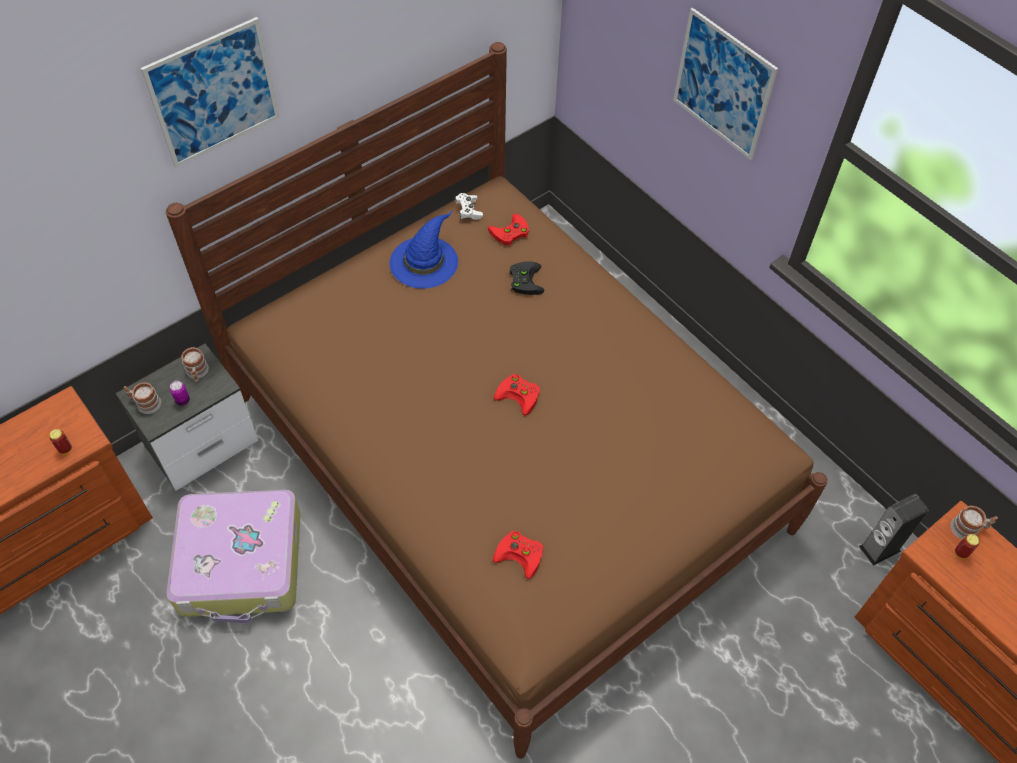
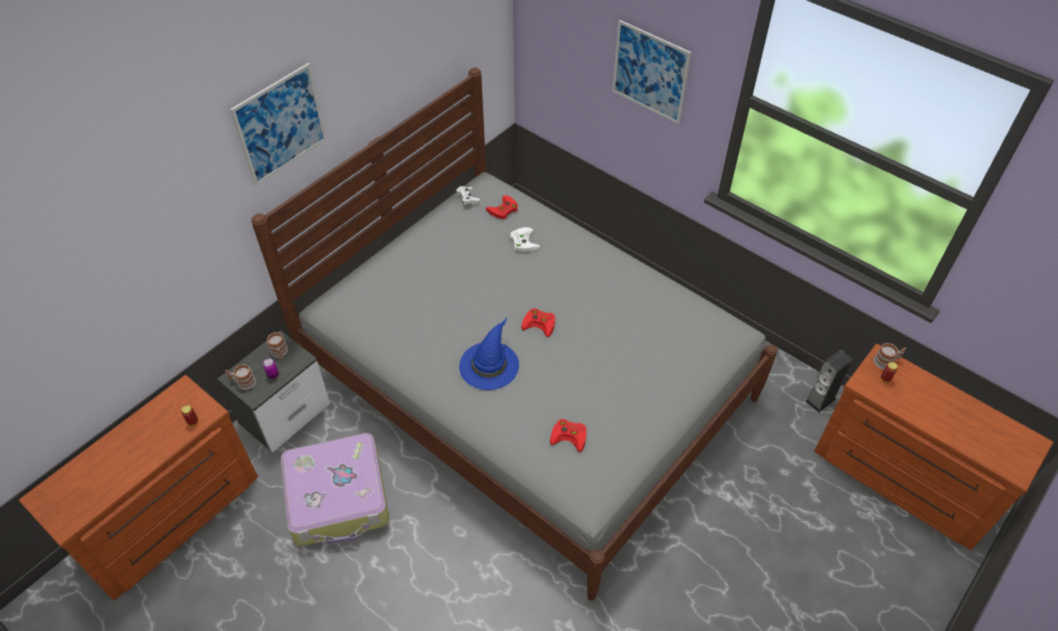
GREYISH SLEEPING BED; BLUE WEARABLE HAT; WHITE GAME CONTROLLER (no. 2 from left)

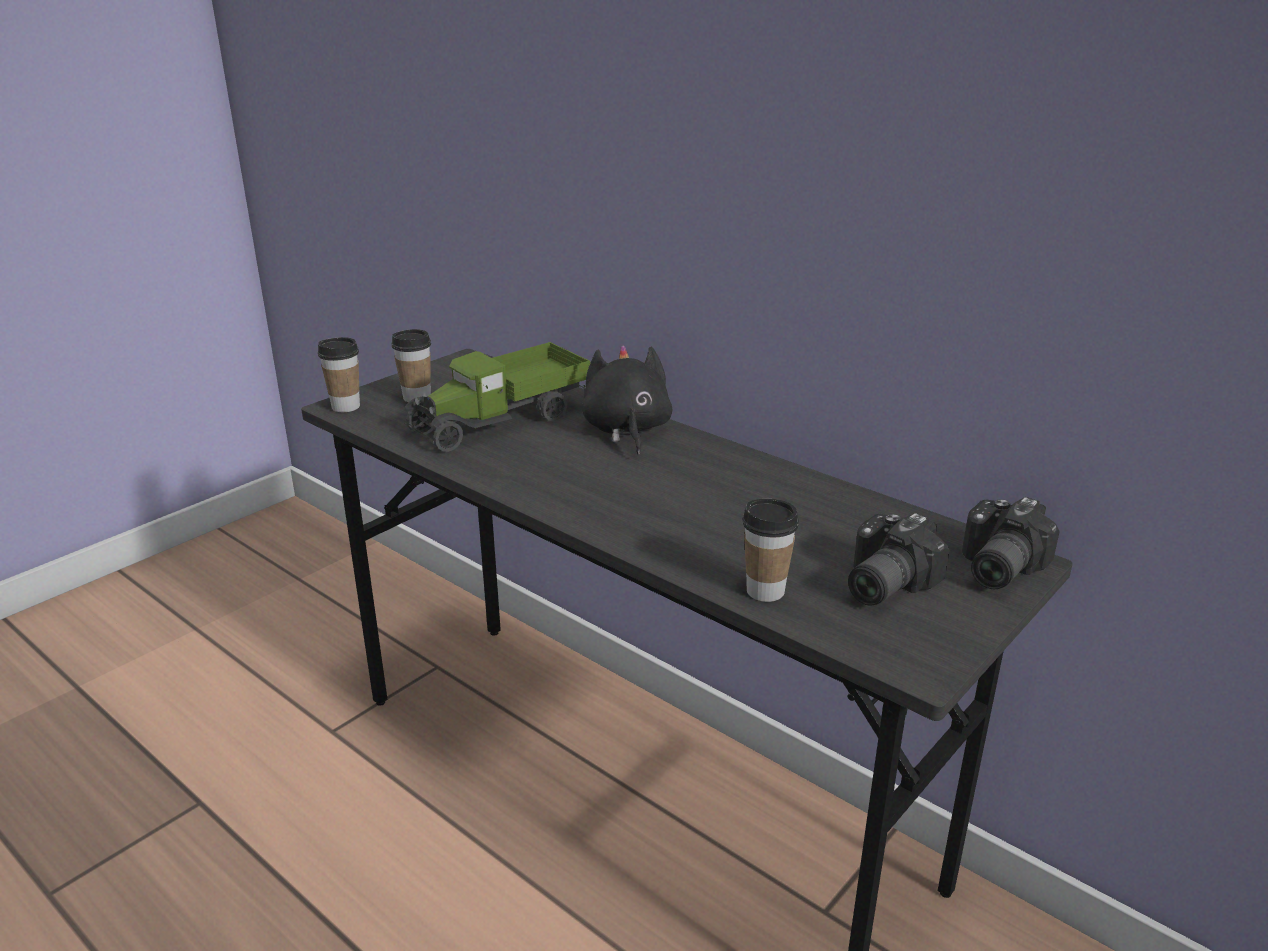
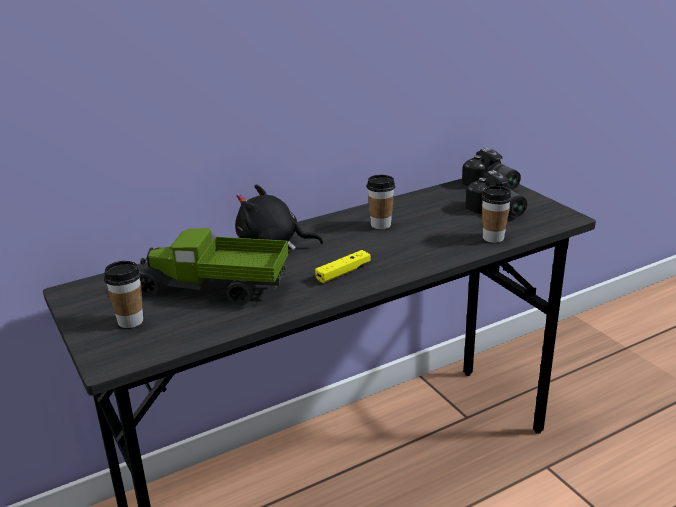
MODEL TRUCK; YELLOW GAME CONTROLLER; SMALL CUP (no. 2 from left)

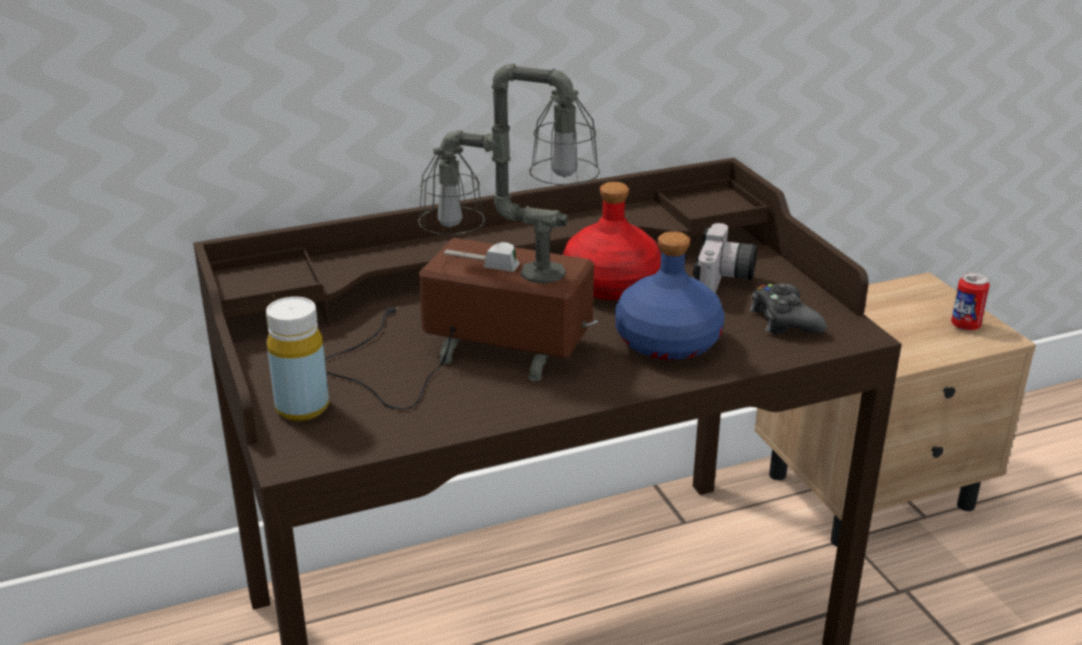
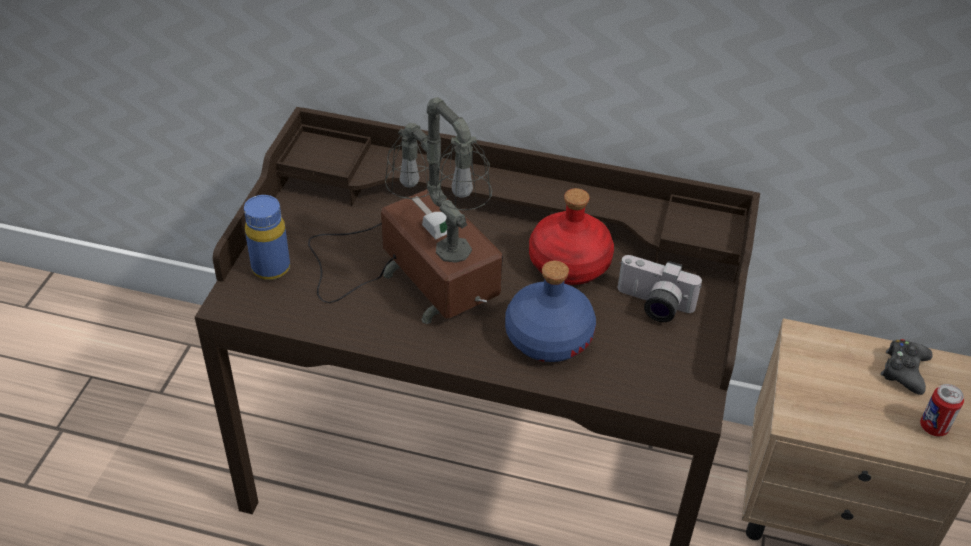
BLUE BEVERAGE BOTTLE (no. 1 from left); PHOTO CAMERA; BLACK GAME CONTROLLER

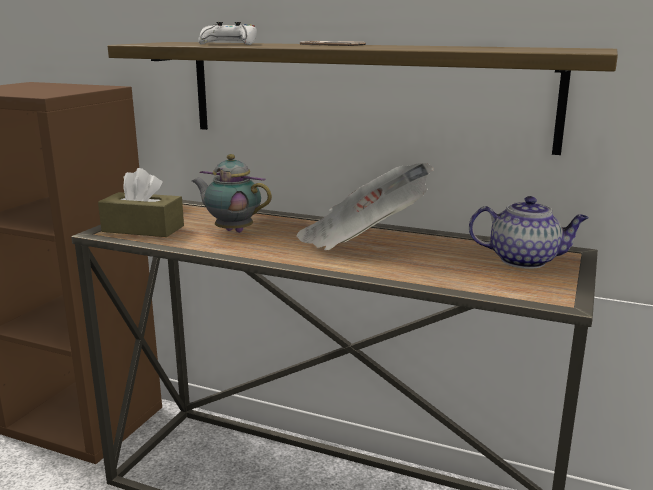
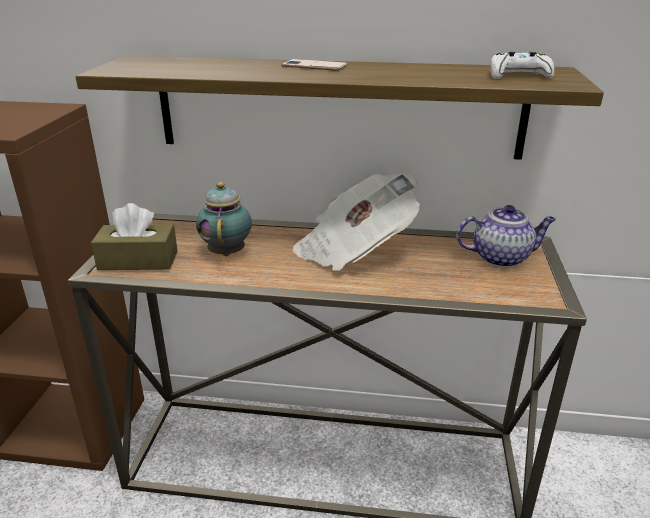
TEA POT (no. 1 from left); WHITE GAME CONTROLLER

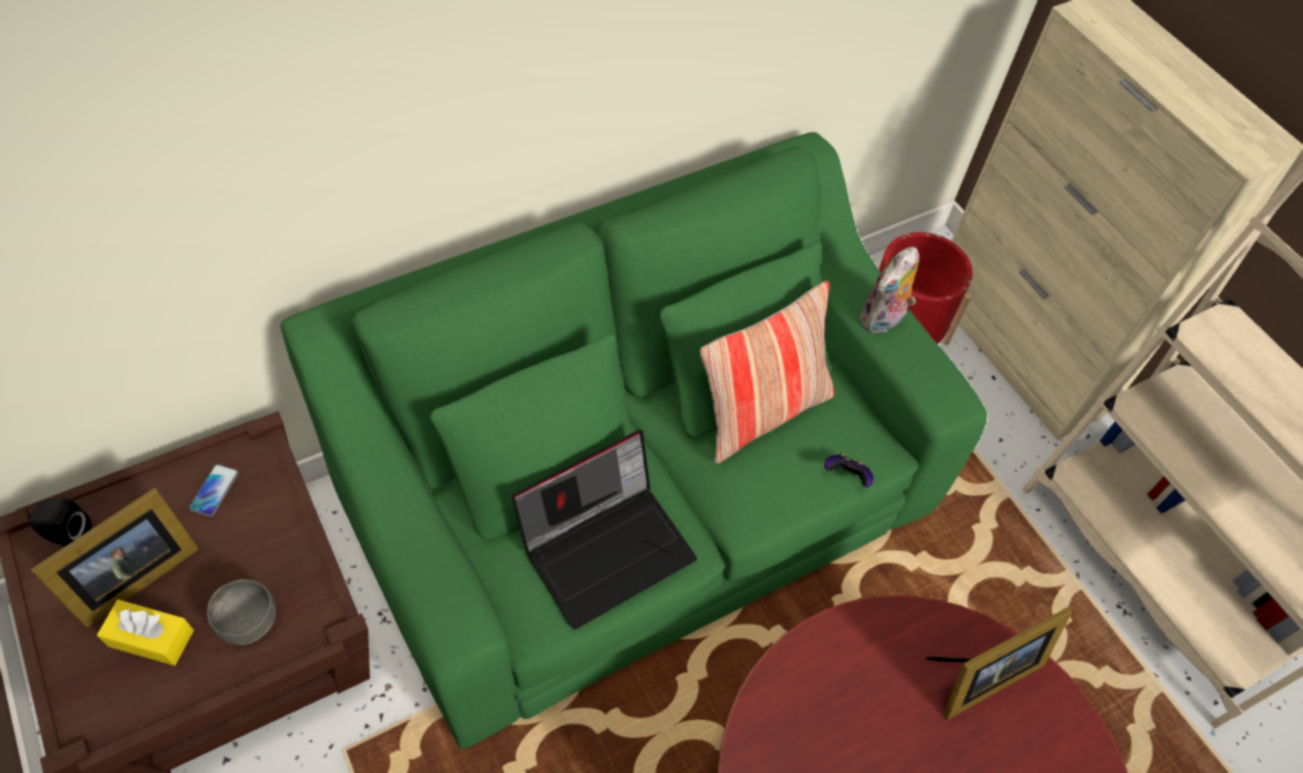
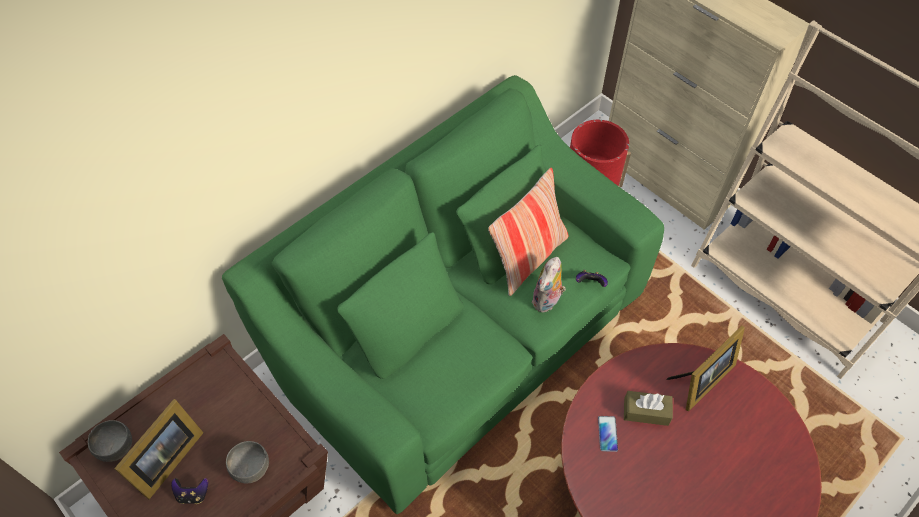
GREYISH BOWL (no. 1 from left); GAME CONTROLLER (no. 1 from left); PLUSH TOY; HANDSET; BROWNISH TISSUE HOLDER; LAPTOP

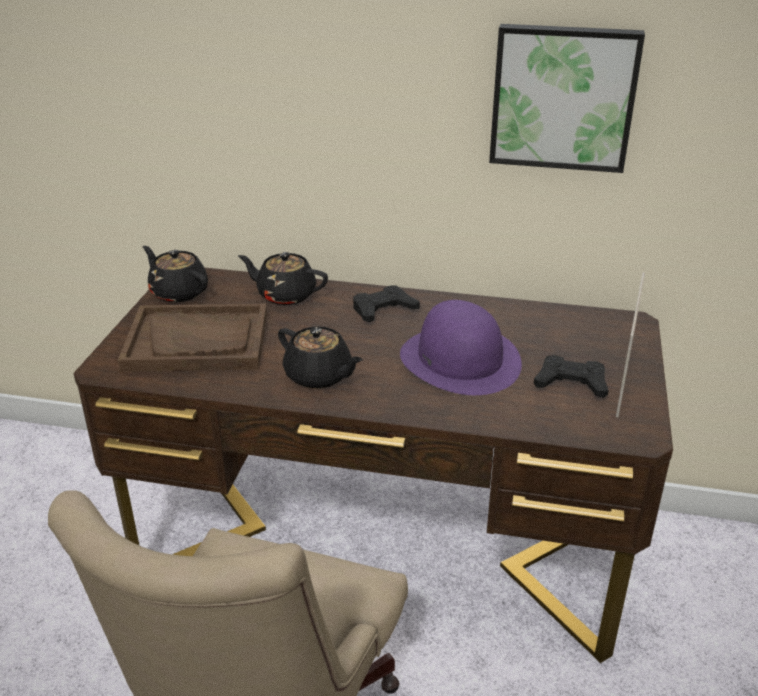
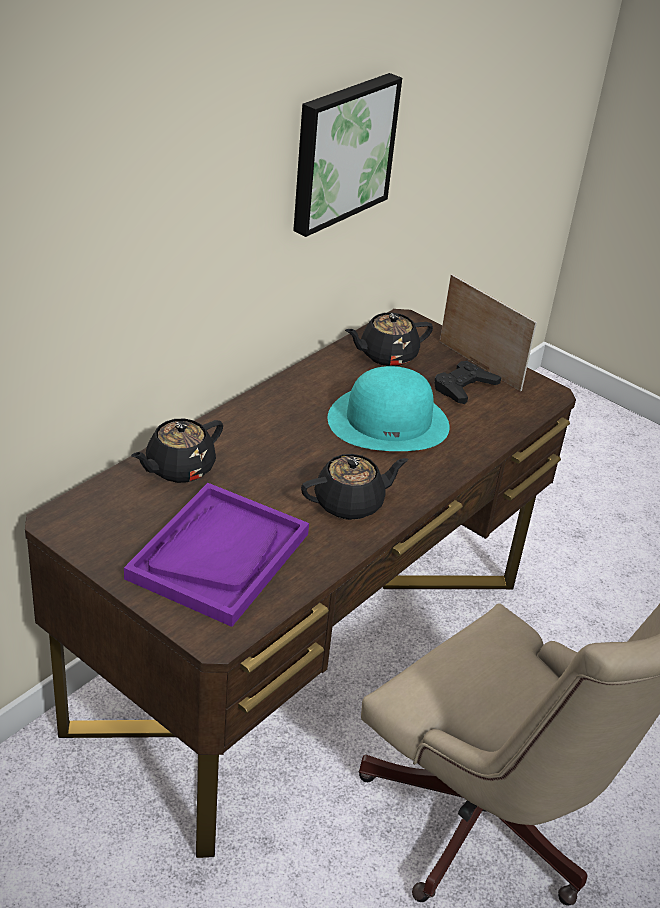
PURPLE-COLOURED SERVING TRAY; TURQUOISE-COLOURED WEARABLE HAT; BLACK TEA POT (no. 3 from left); BLACK GAME CONTROLLER (no. 1 from left in the first image)

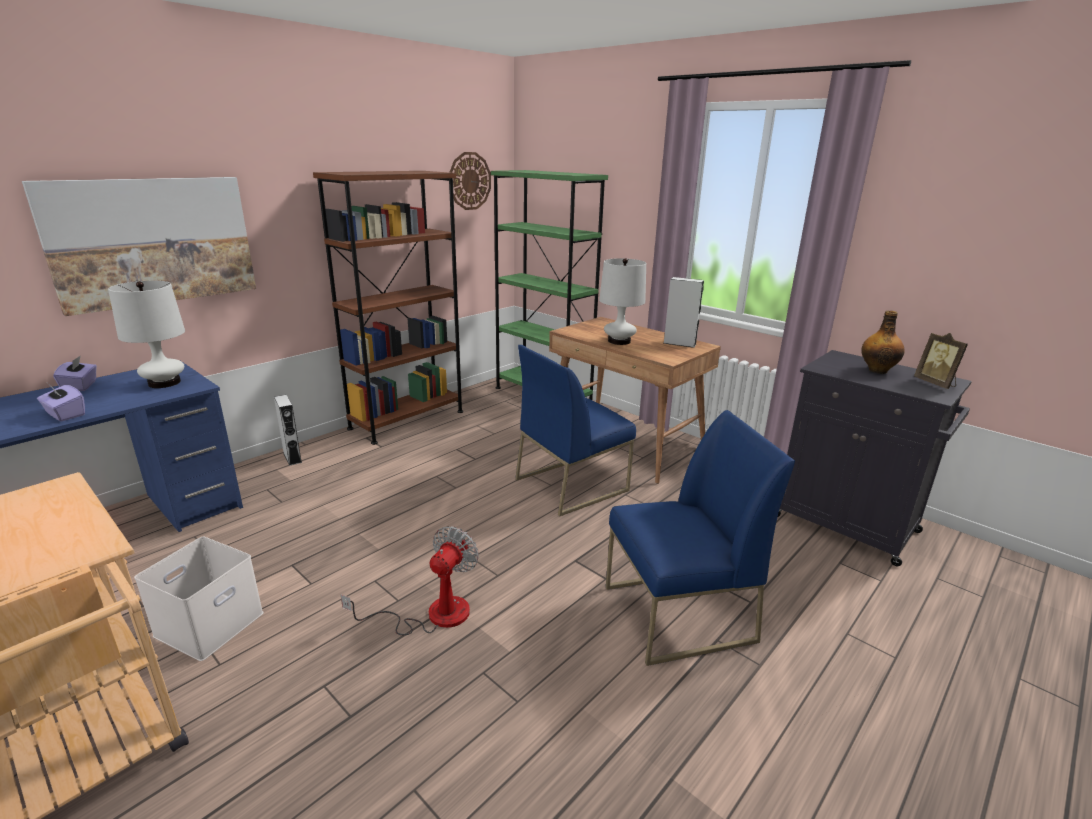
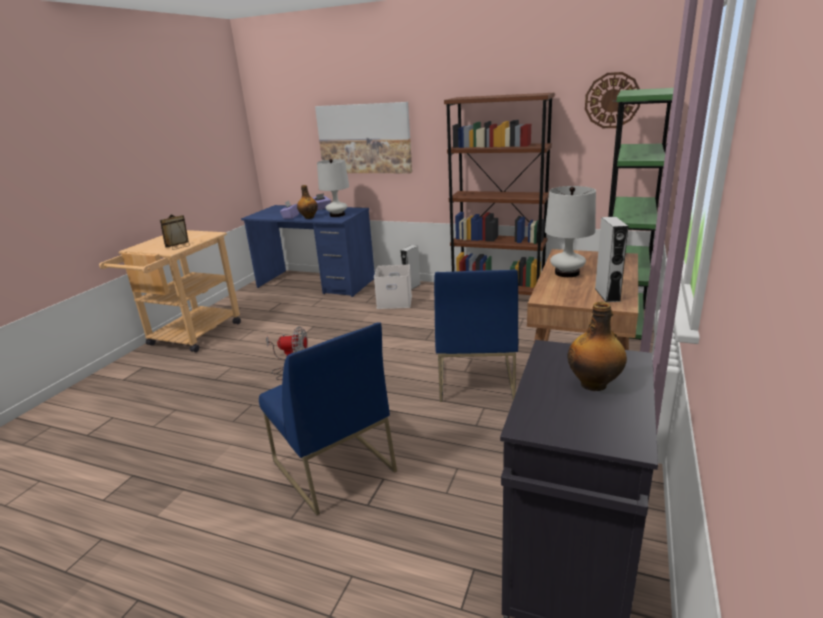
PHOTO FRAME; BEVERAGE BOTTLE (no. 1 from left); WHITE STORAGE BIN; BLUE PLAIN CHAIR (no. 2 from left)

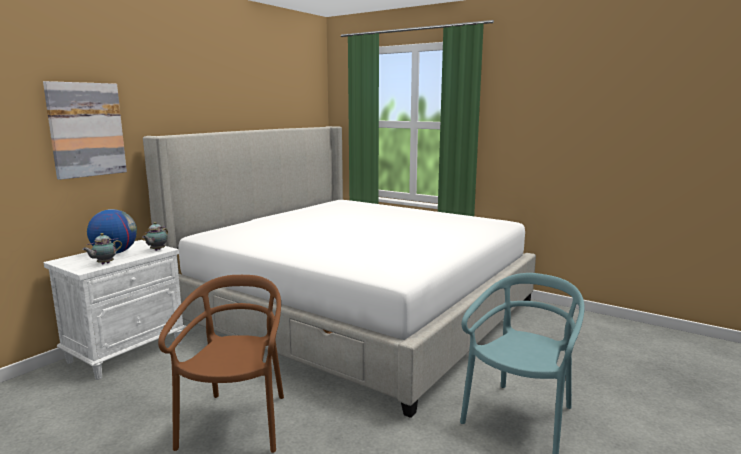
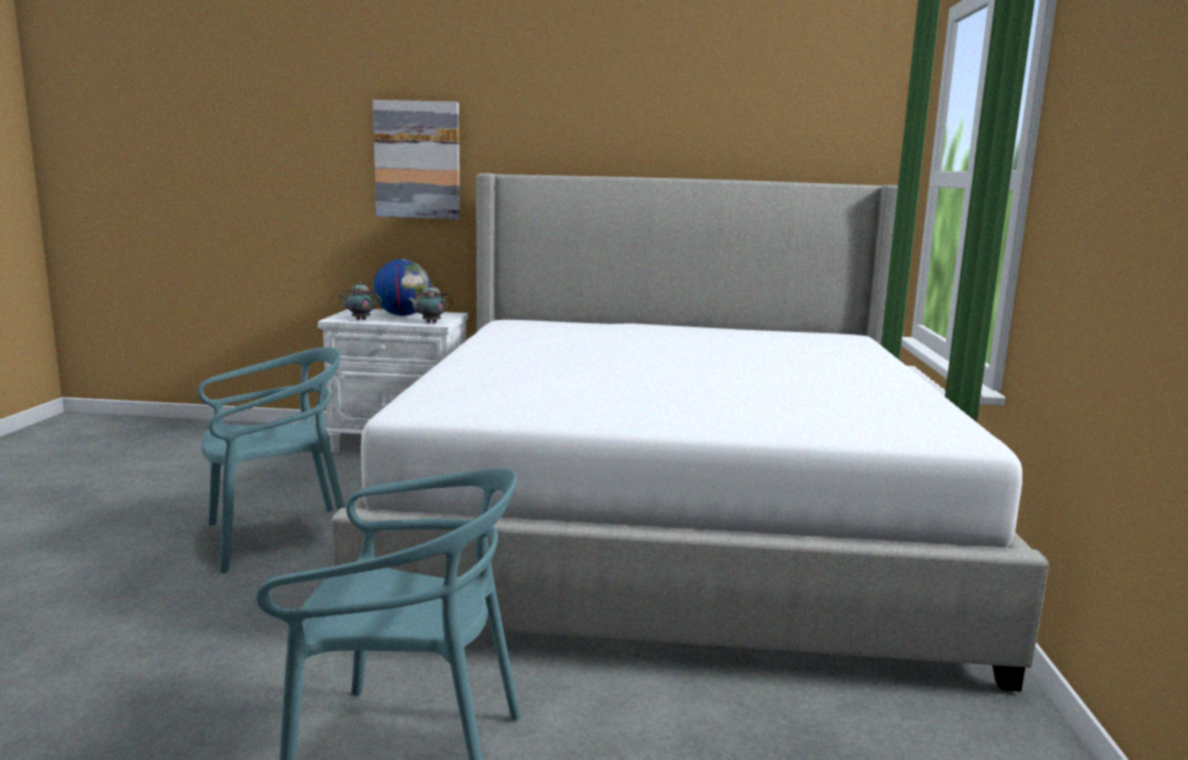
TURQUOISE-COLOURED PLAIN CHAIR (no. 1 from left)

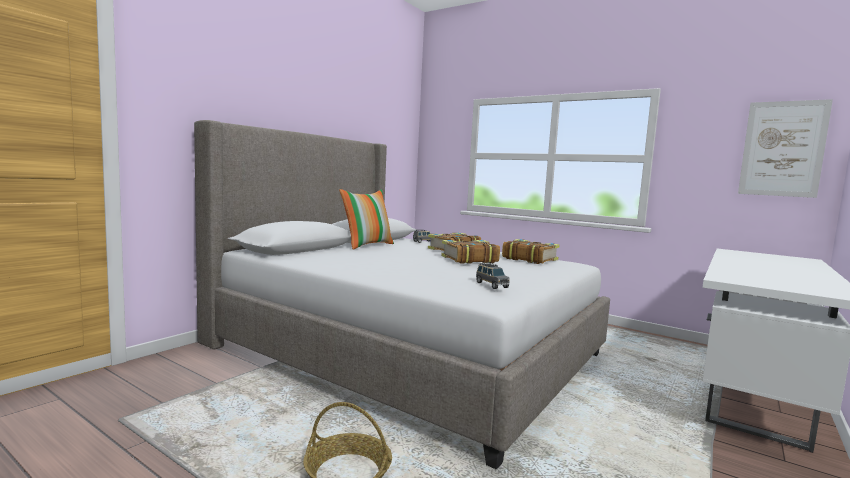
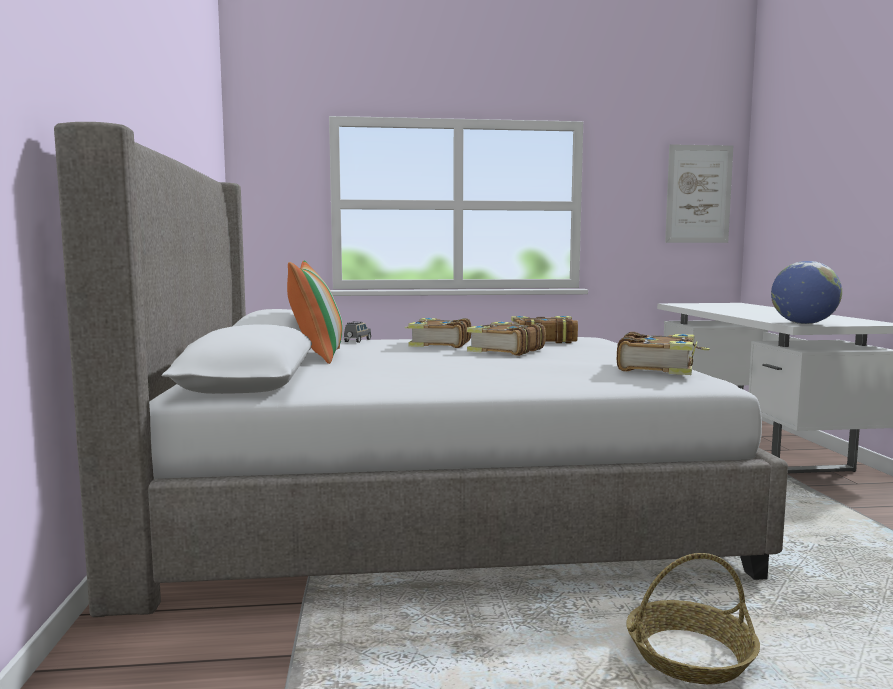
VOLUME (no. 4 from left); WORLD GLOBE

